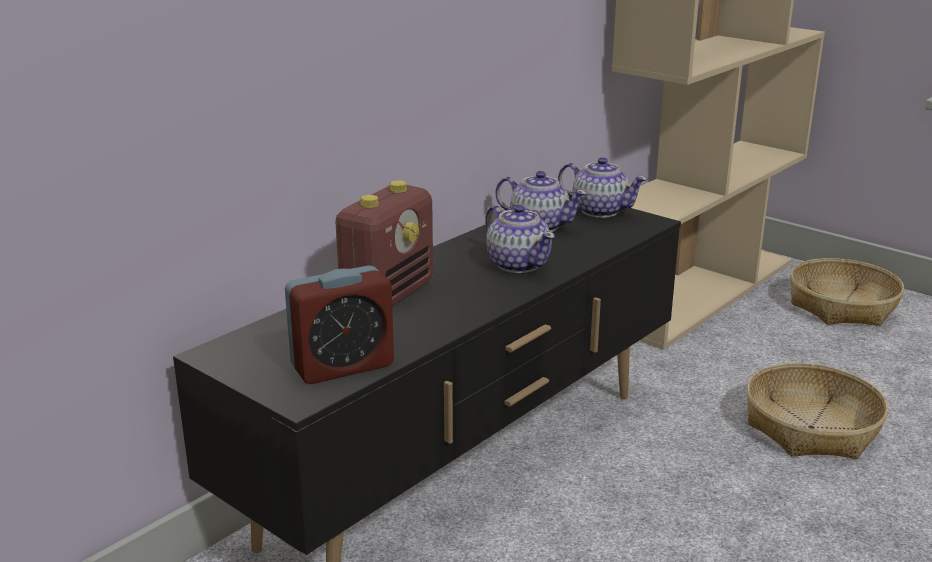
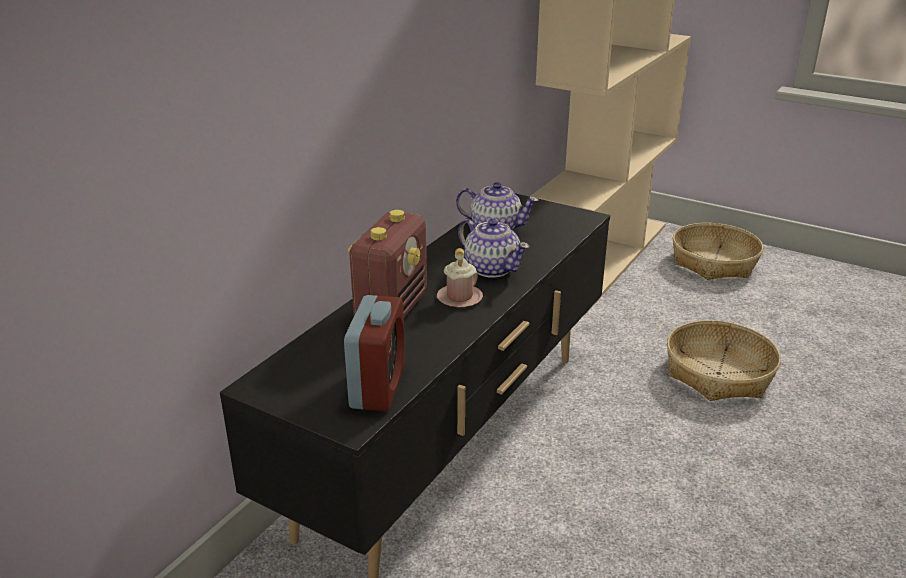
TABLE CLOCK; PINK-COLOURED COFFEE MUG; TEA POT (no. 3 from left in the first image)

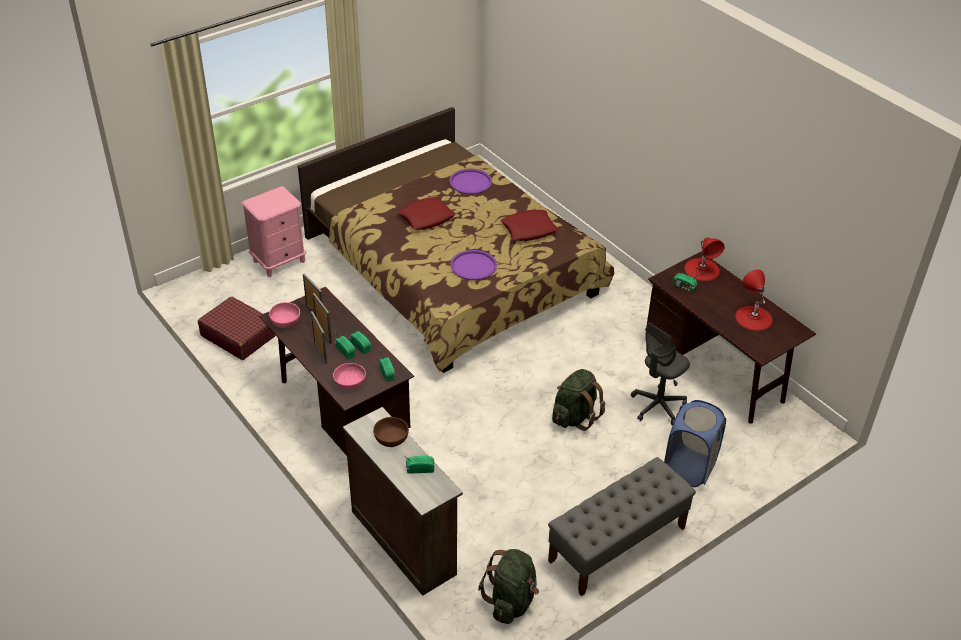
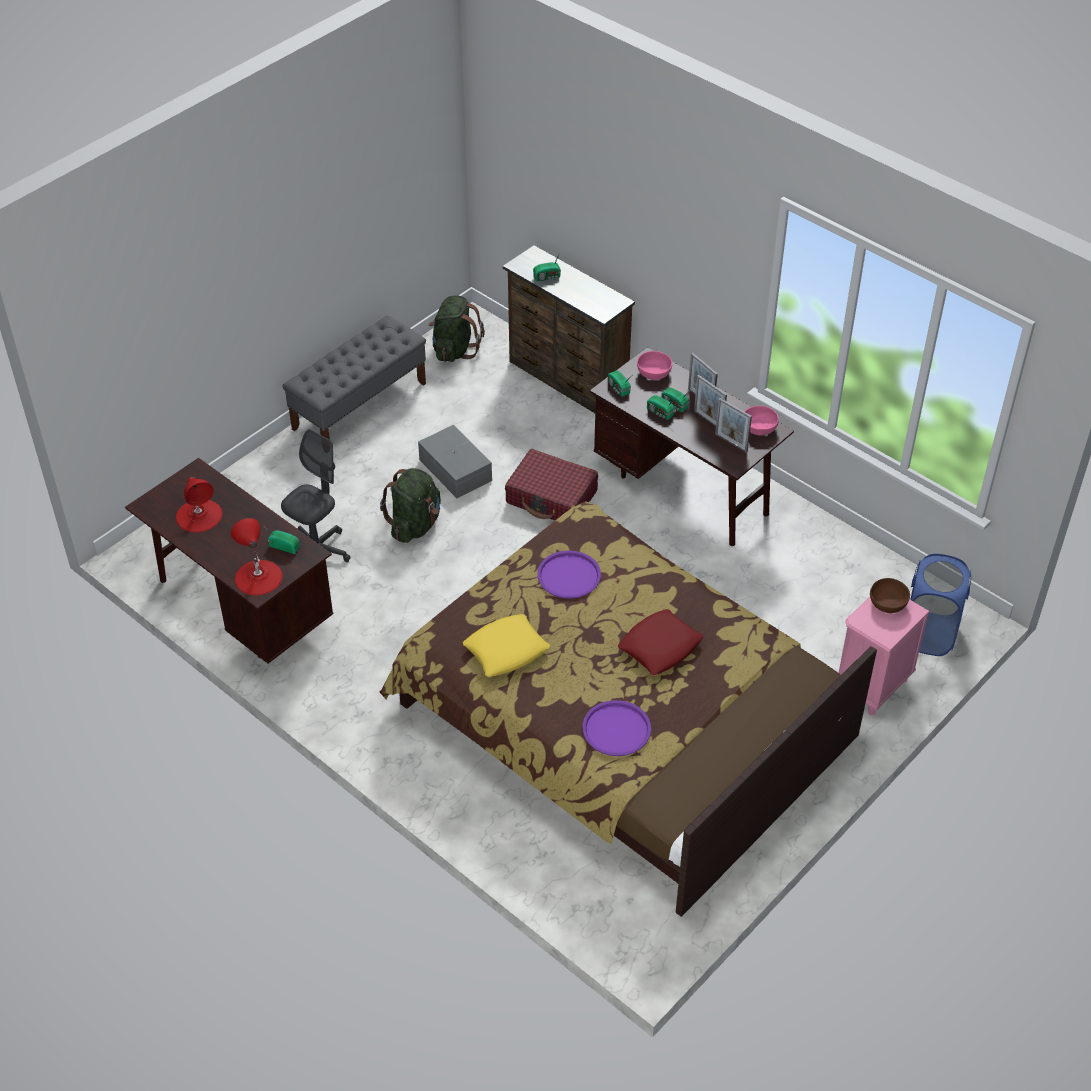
GREYISH STORAGE BIN; YELLOW CUSHION; RED-COLOURED PIECE OF LUGGAGE; BROWNISH BOWL; BLUE HAMPER

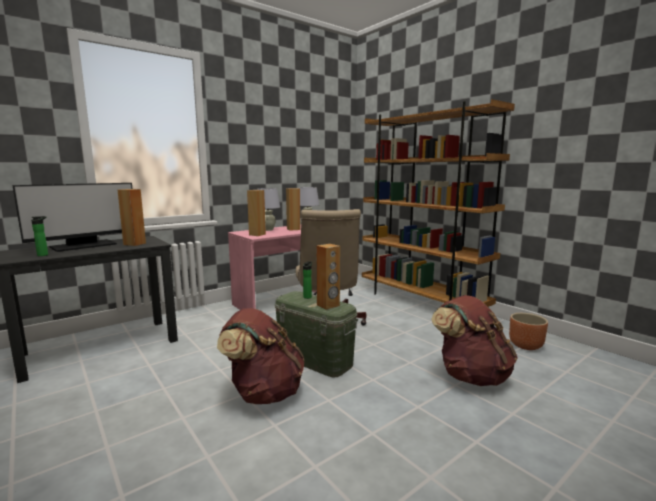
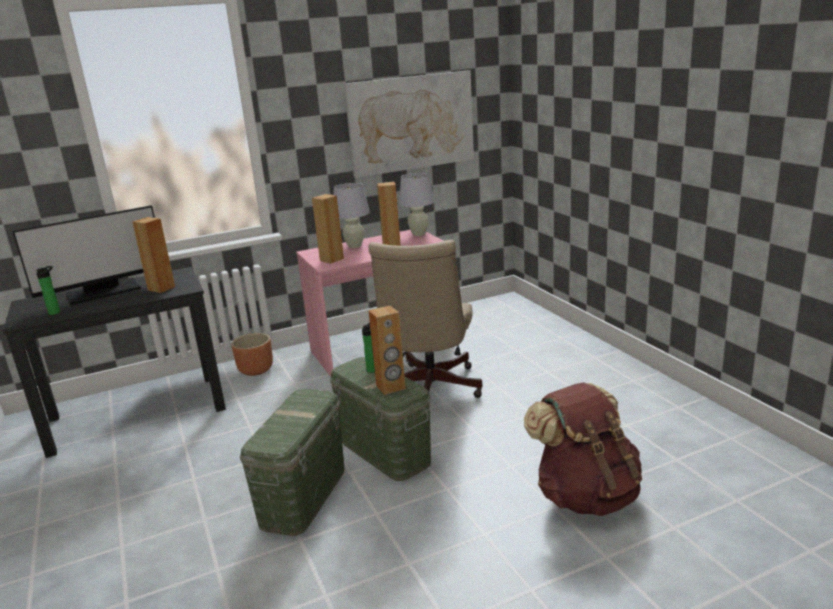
BROWNISH FLOWER POT; GREENISH STORAGE BIN (no. 1 from left); WALL ART; BROWNISH BOOKSHELF

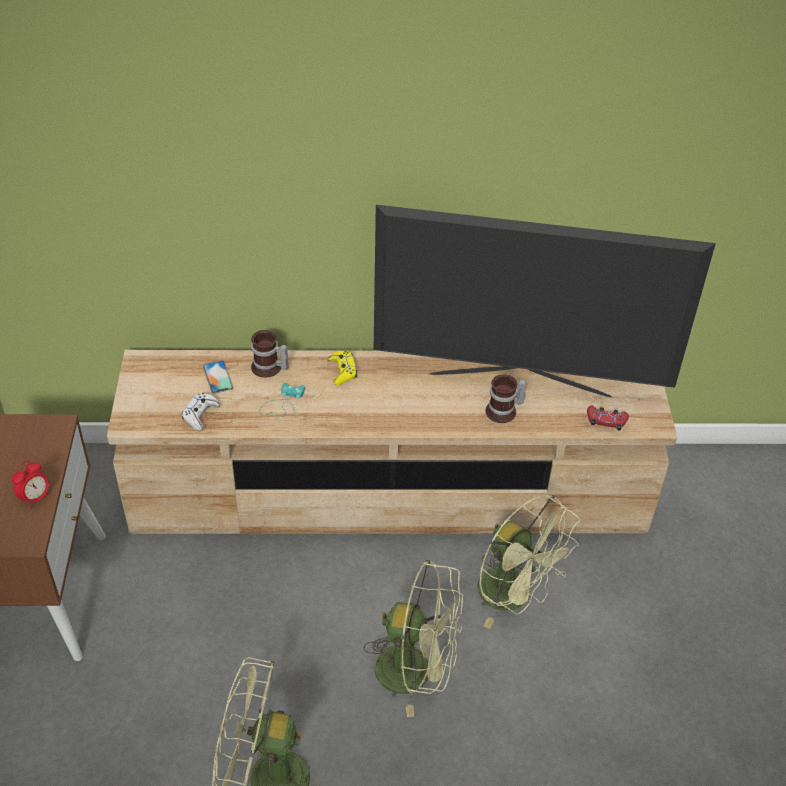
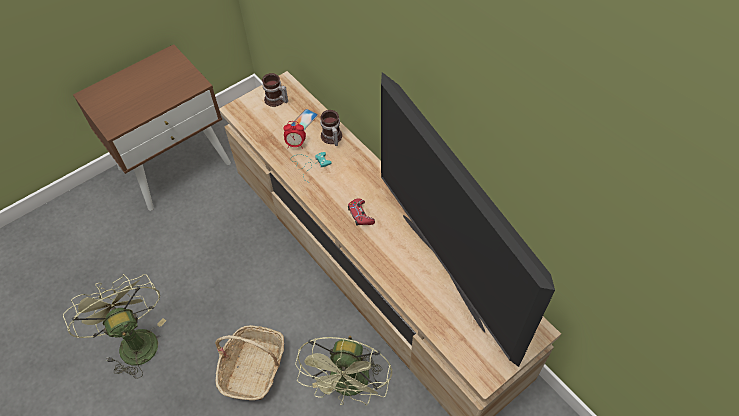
HOUSEHOLD BASKET; COFFEE MUG (no. 1 from left); TABLE CLOCK; RED-COLOURED GAME CONTROLLER; WHITE GAME CONTROLLER; YELLOW GAME CONTROLLER

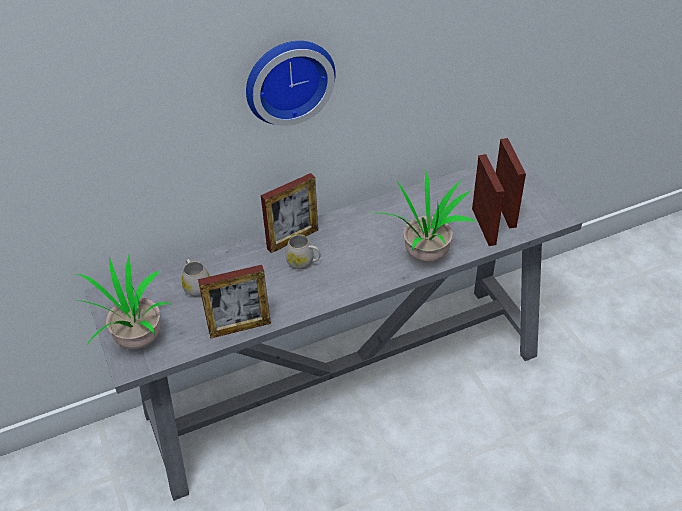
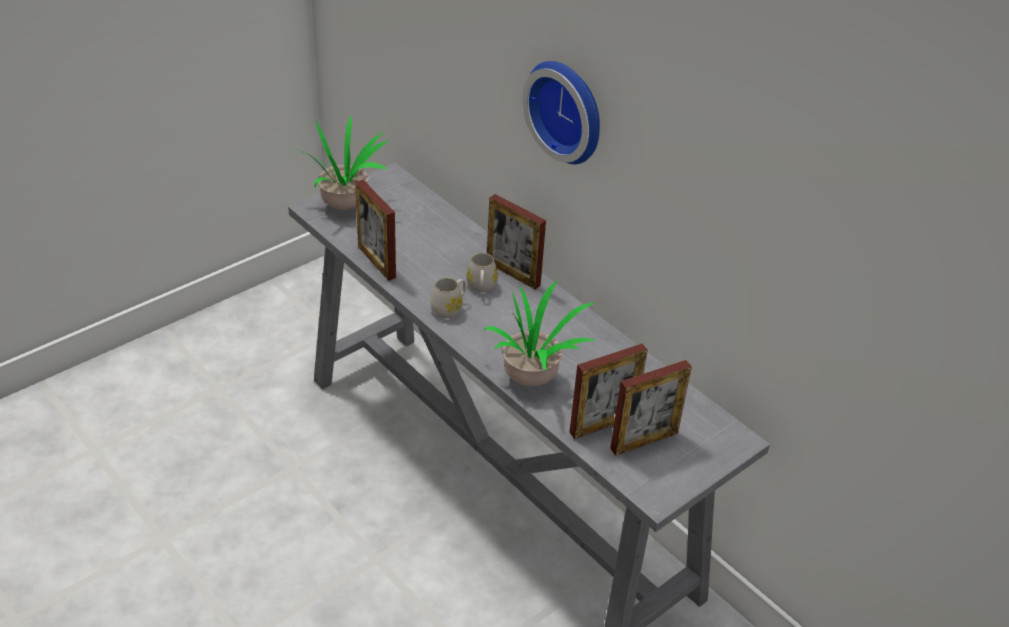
WHITE COFFEE MUG (no. 1 from left)

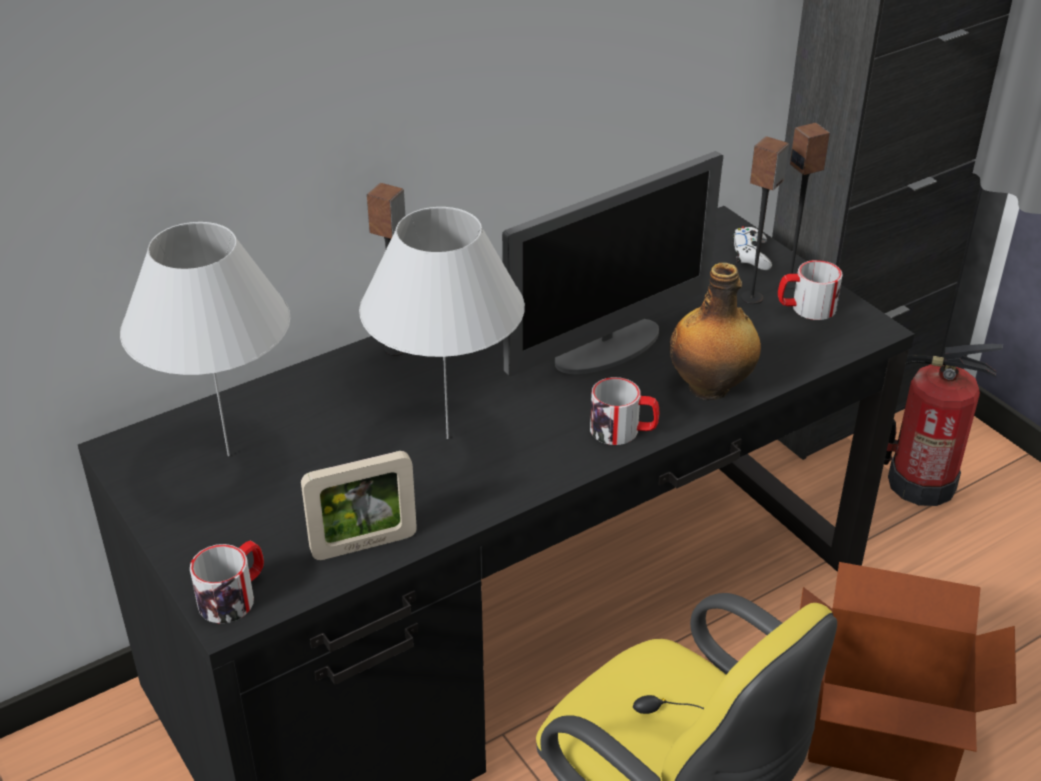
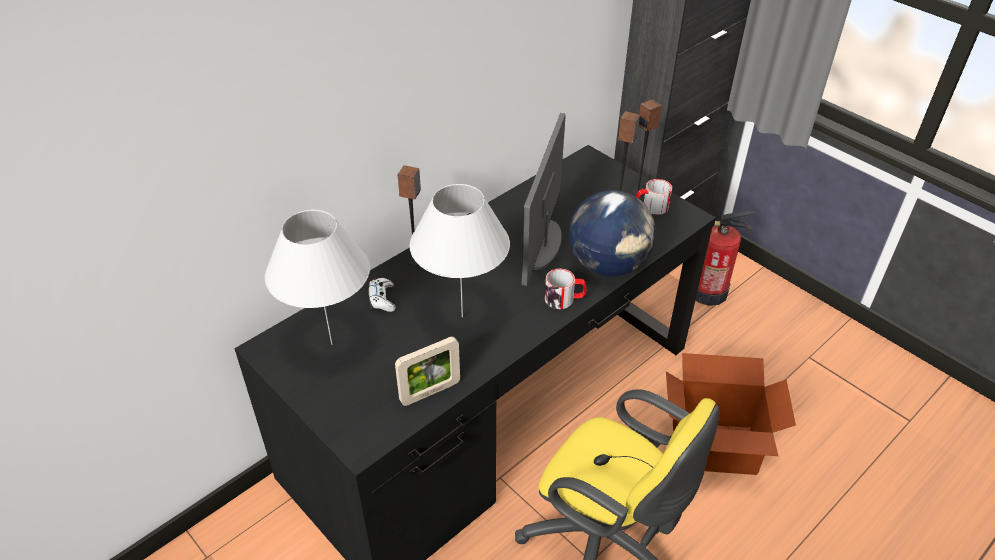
WHITE GAME CONTROLLER; COMPUTER SCREEN; WORLD GLOBE; COFFEE MUG (no. 1 from left in the first image)

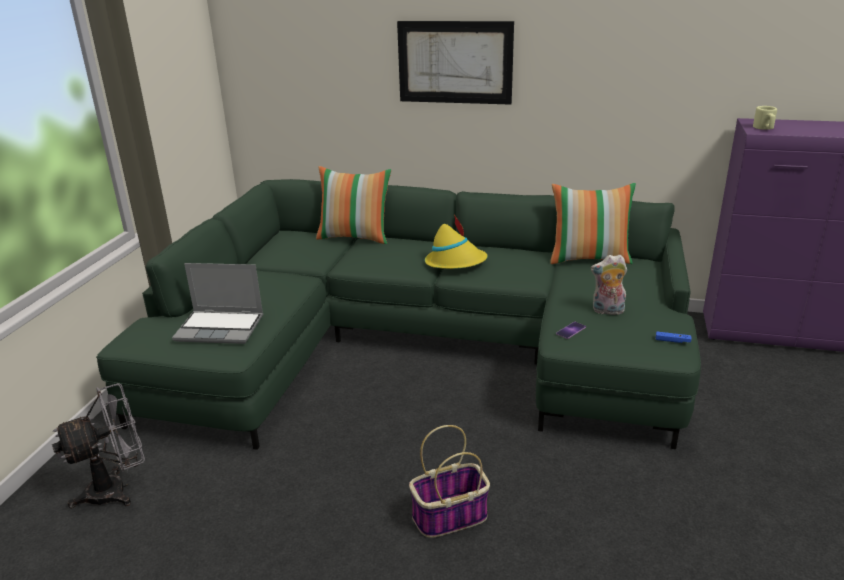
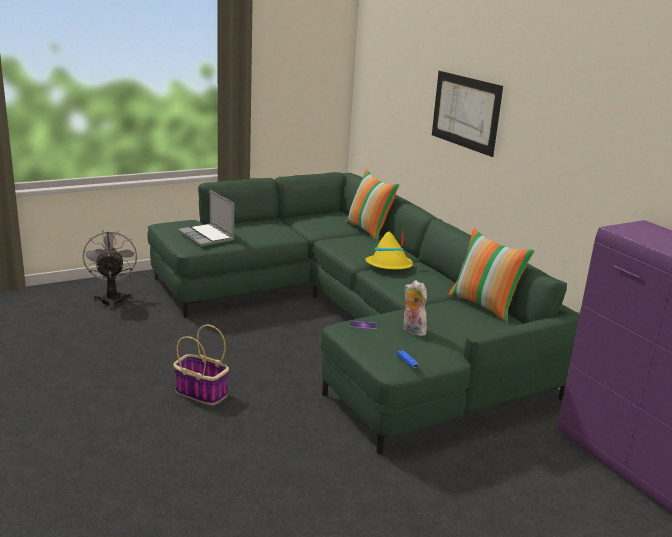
GREYISH FAN; SAND-COLOURED COFFEE MUG

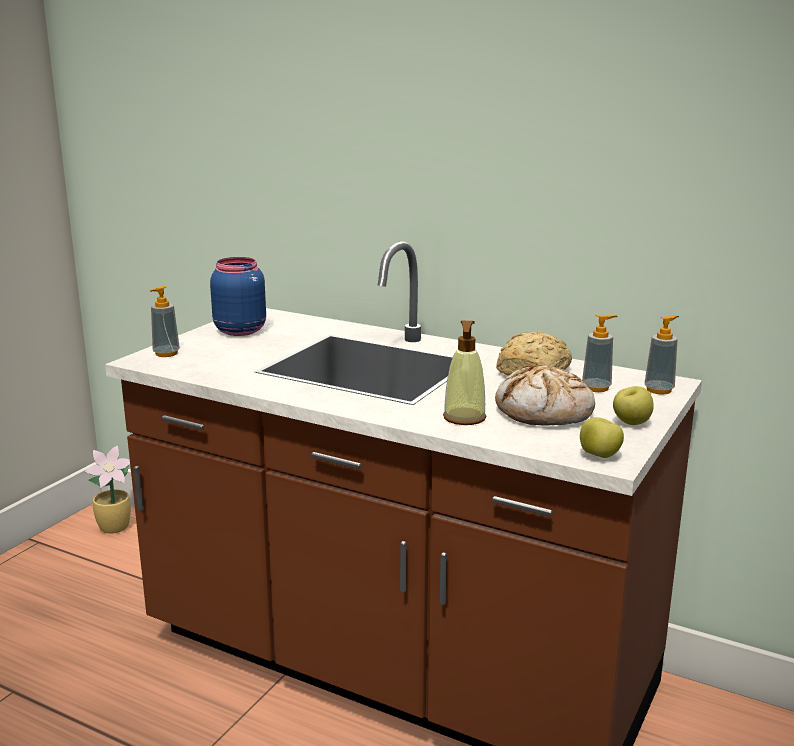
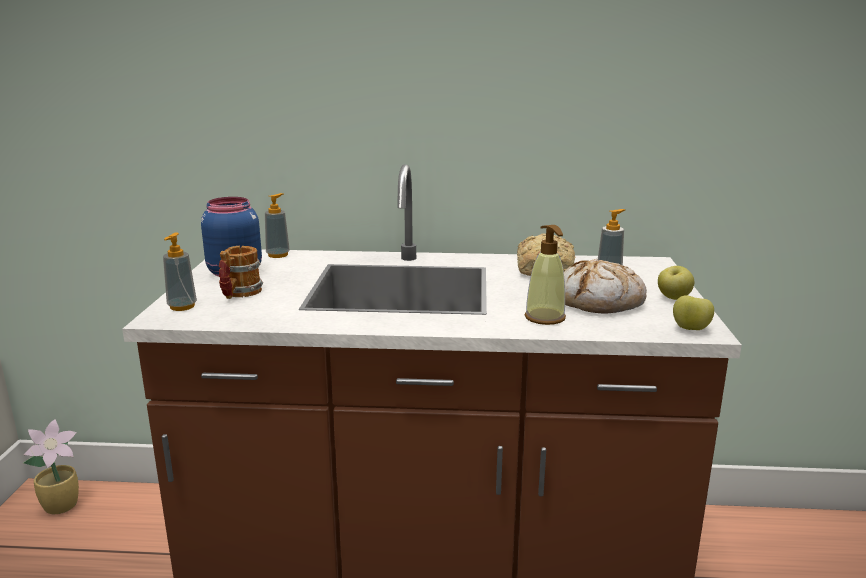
COFFEE MUG; SOAP BOTTLE (no. 2 from left)

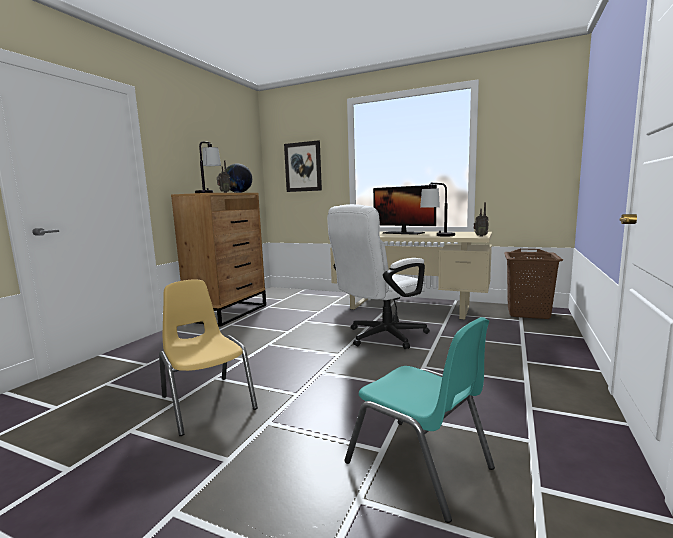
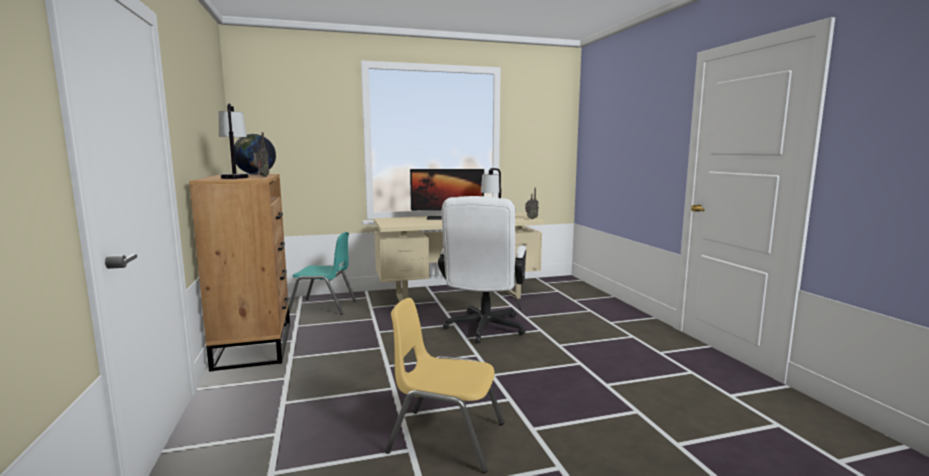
TURQUOISE-COLOURED PLAIN CHAIR; WALL ART; BROWNISH HAMPER

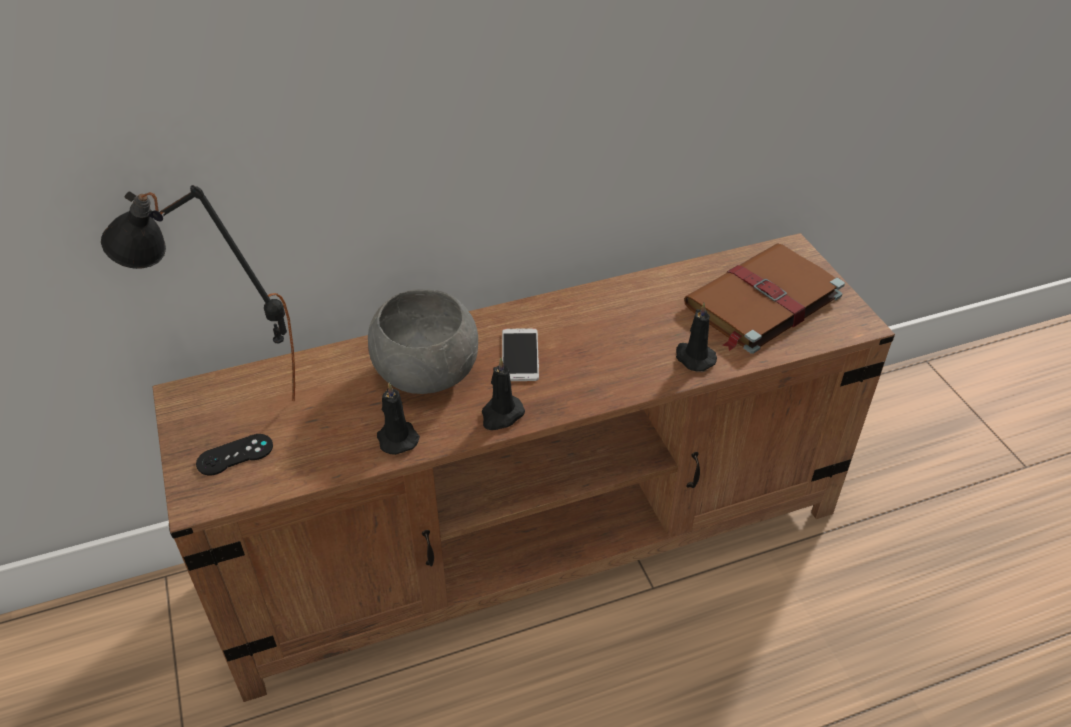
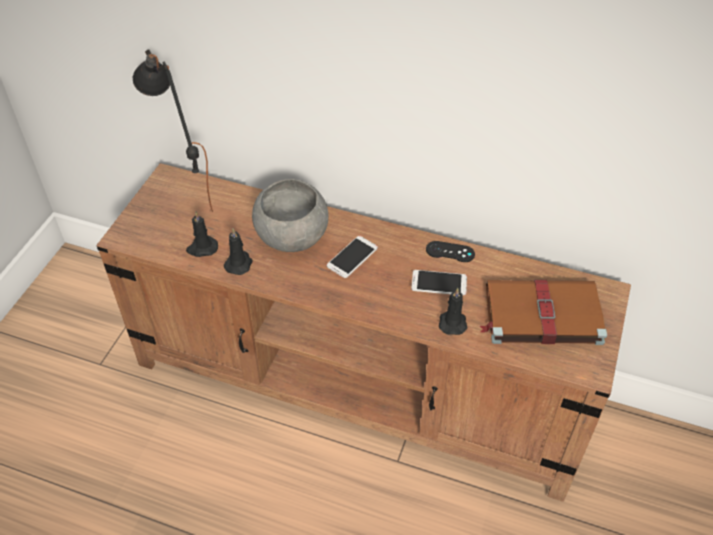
BLACK WAX LIGHT (no. 1 from left); HANDSET (no. 2 from left); BLACK GAME CONTROLLER

